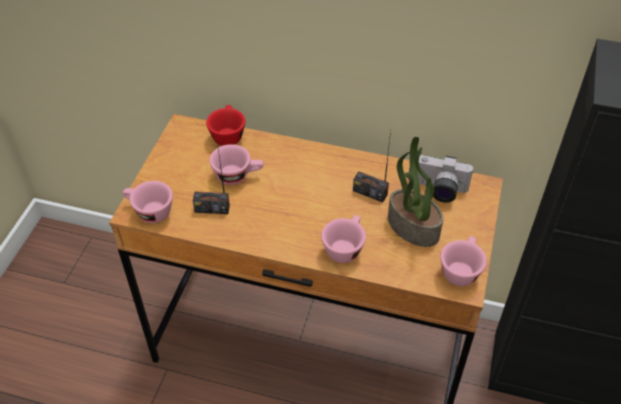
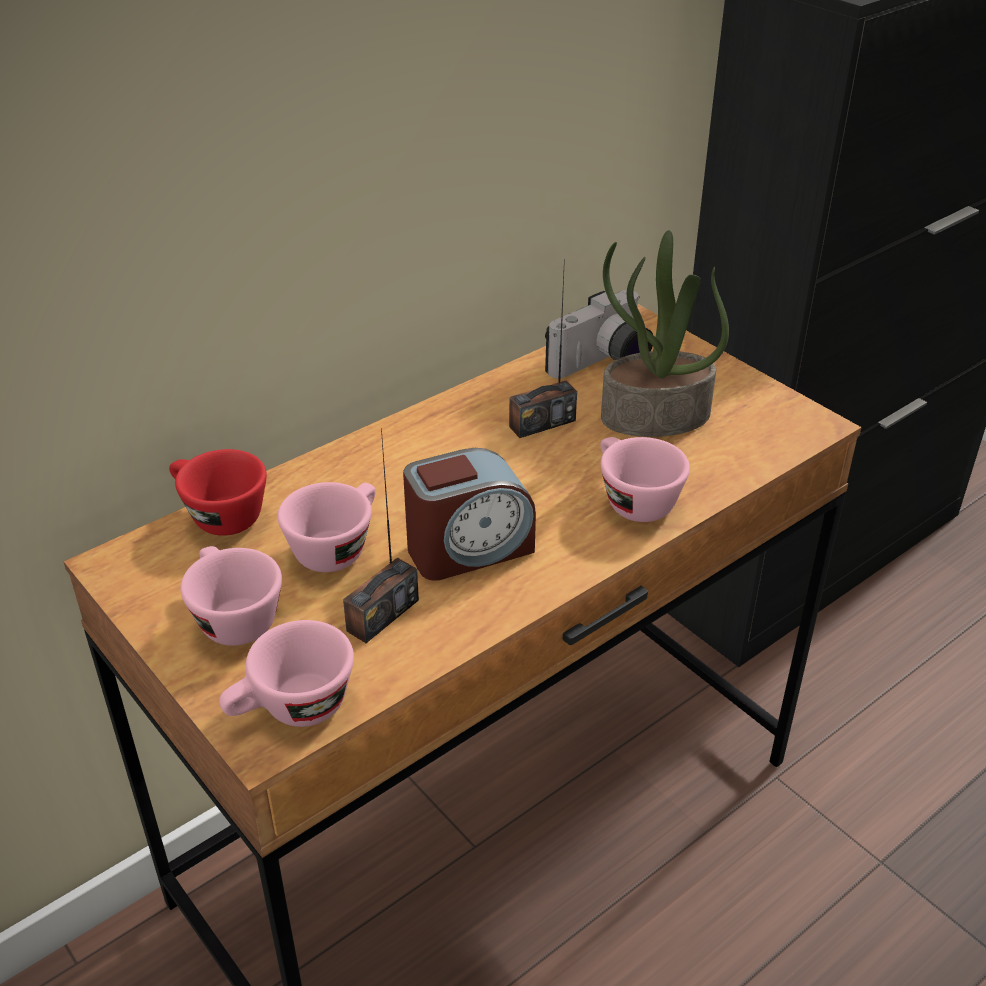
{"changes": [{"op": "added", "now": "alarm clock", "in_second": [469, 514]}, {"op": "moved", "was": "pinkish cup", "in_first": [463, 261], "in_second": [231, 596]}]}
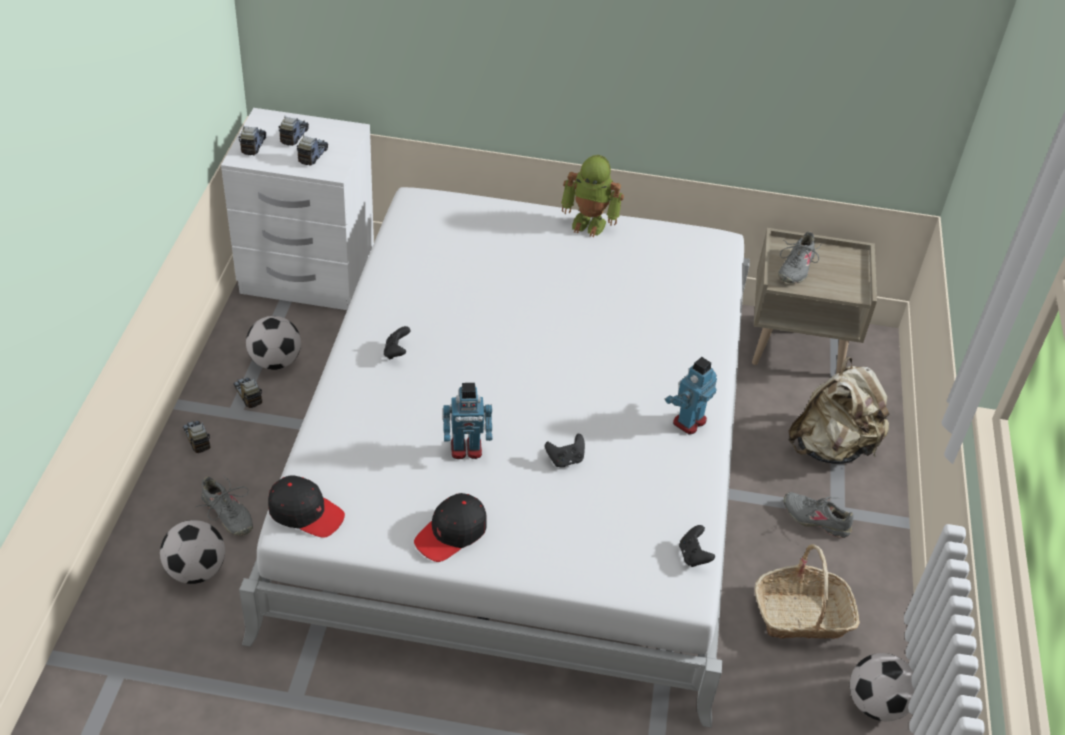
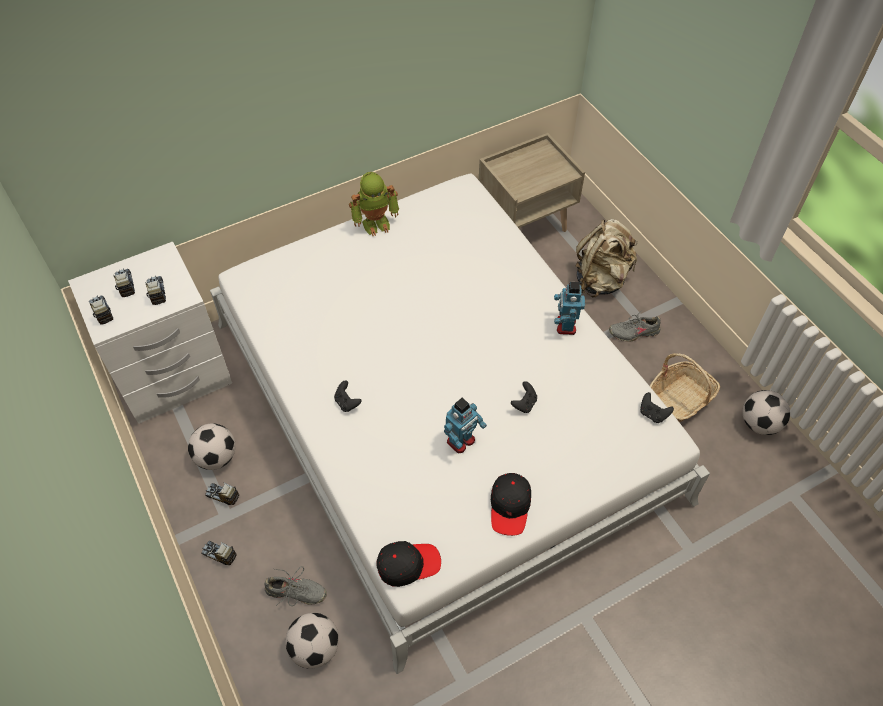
{"changes": [{"op": "removed", "was": "grey item of footwear", "in_first": [800, 257]}]}
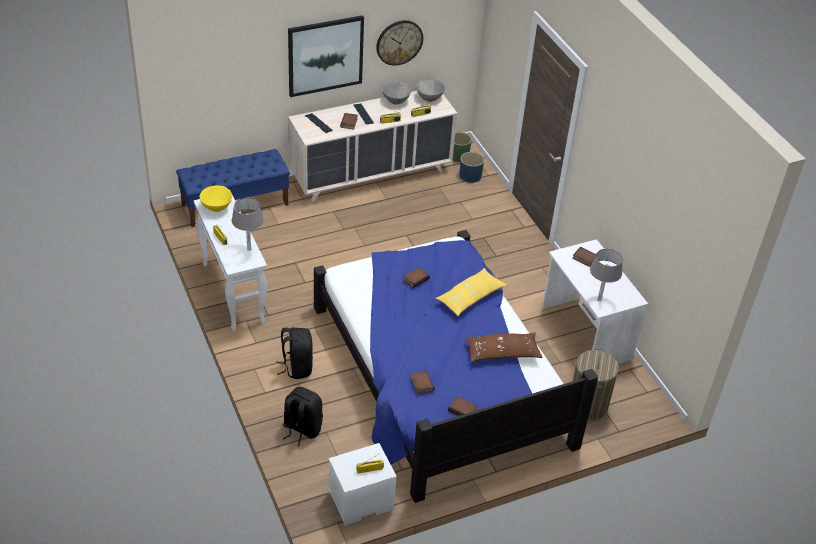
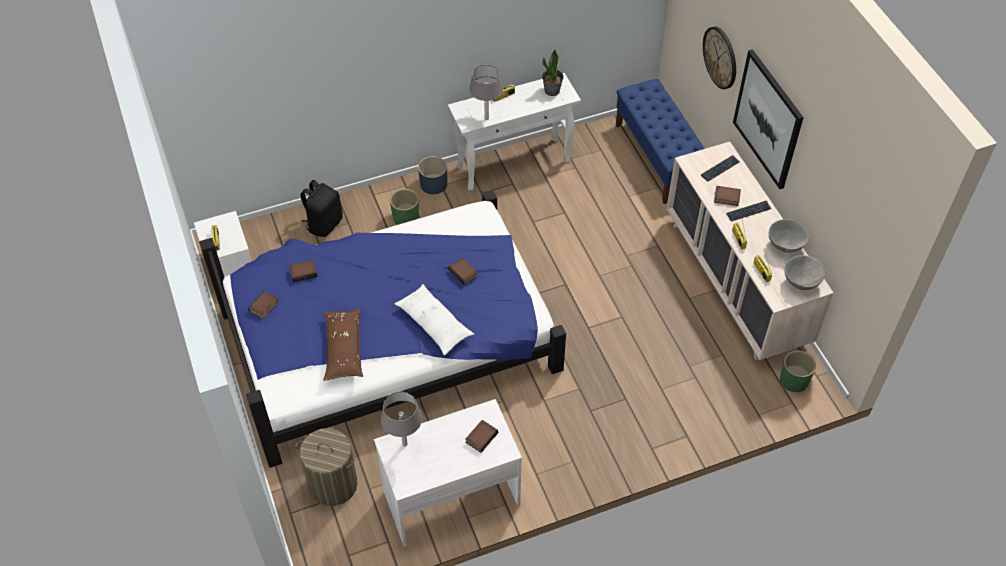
{"changes": [{"op": "moved", "was": "clock on the wall", "in_first": [399, 43], "in_second": [719, 57]}, {"op": "moved", "was": "bluish plant pot", "in_first": [471, 167], "in_second": [432, 175]}, {"op": "replaced", "was": "yellow bowl", "now": "plant in a pot", "in_first": [215, 198], "in_second": [553, 73]}, {"op": "replaced", "was": "black knapsack", "now": "green plant pot", "in_first": [294, 353], "in_second": [404, 207]}, {"op": "recoloured", "was": "yellow pillow", "now": "whitish pillow", "in_first": [471, 292], "in_second": [434, 319]}]}
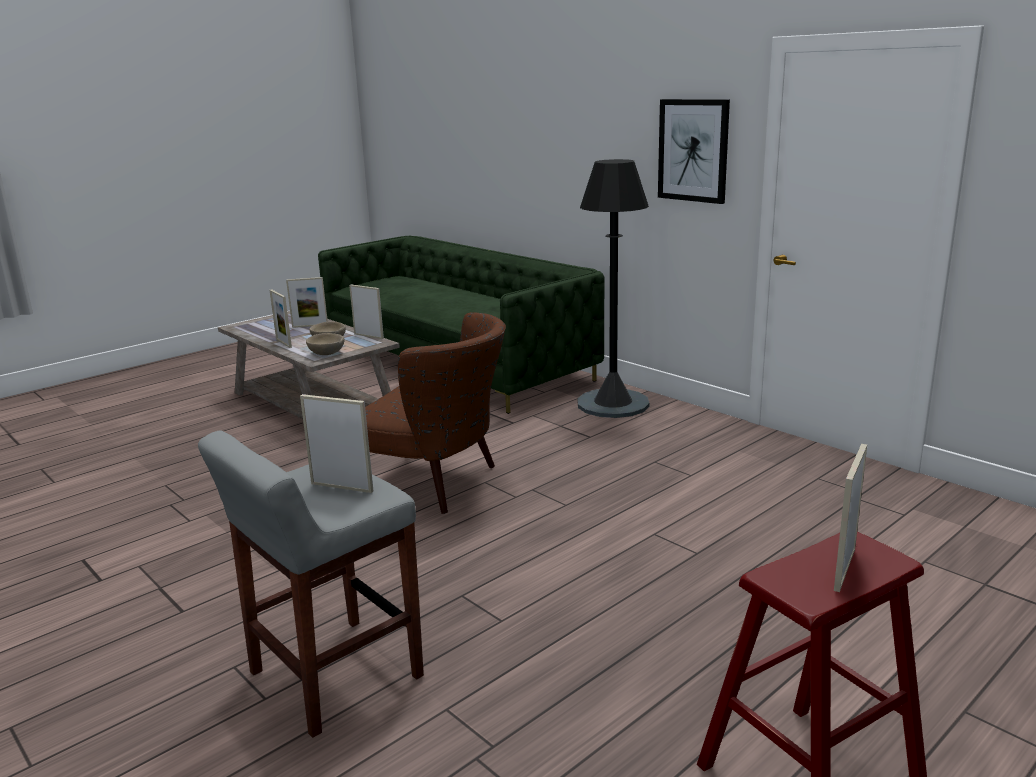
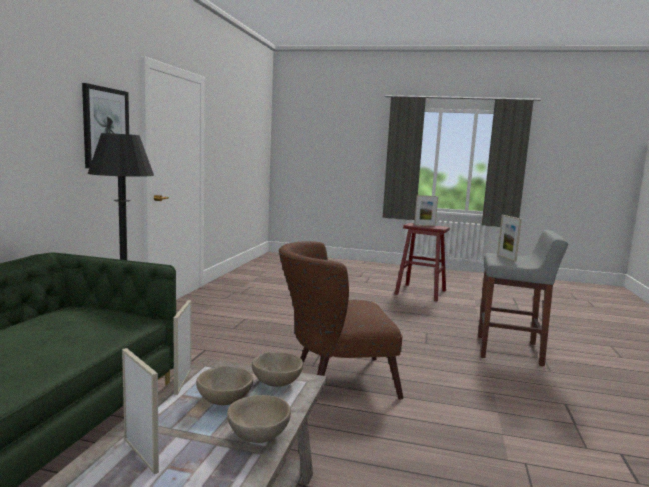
{"changes": [{"op": "replaced", "was": "standing frame", "now": "sand-coloured bowl", "in_first": [281, 318], "in_second": [259, 419]}, {"op": "turned", "was": "brown easy chair", "in_first": [435, 413], "in_second": [340, 321], "clockwise": -90}]}
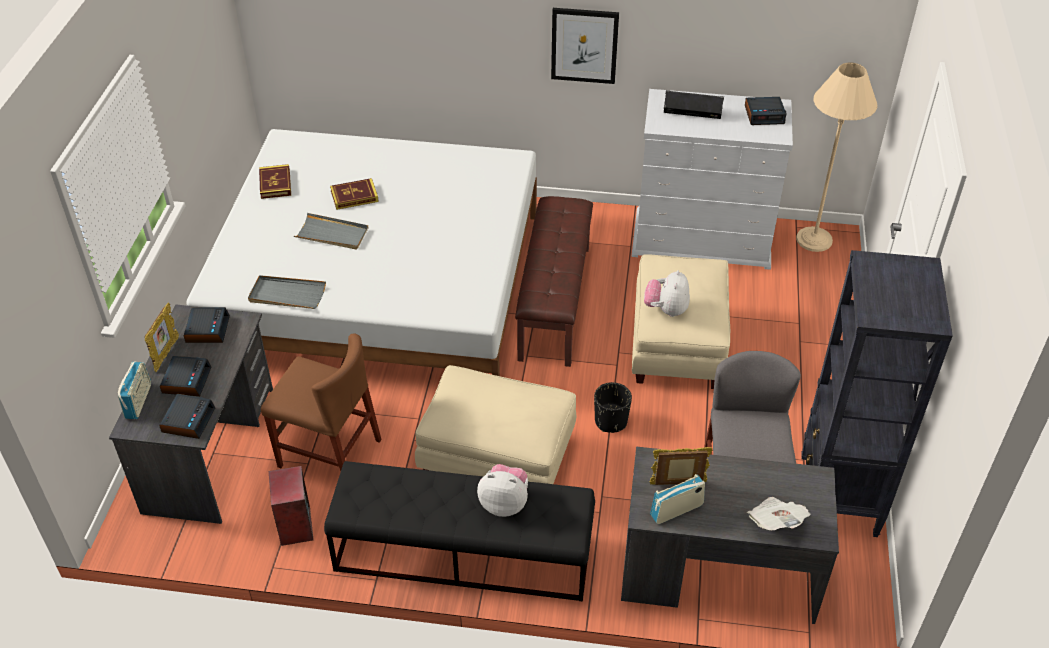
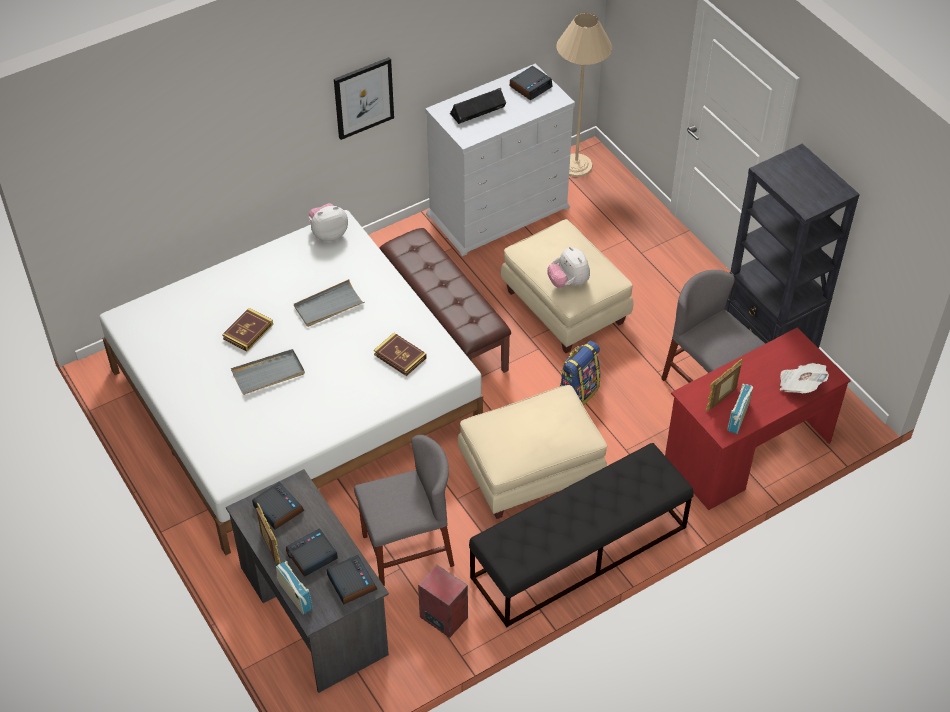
{"changes": [{"op": "moved", "was": "grey carrying tray", "in_first": [287, 292], "in_second": [329, 303]}, {"op": "moved", "was": "volume", "in_first": [275, 181], "in_second": [400, 354]}, {"op": "moved", "was": "cuddly toy", "in_first": [502, 490], "in_second": [328, 222]}, {"op": "replaced", "was": "black plant pot", "now": "knapsack", "in_first": [613, 407], "in_second": [580, 373]}, {"op": "recoloured", "was": "brown upright chair", "now": "grey upright chair", "in_first": [321, 402], "in_second": [404, 510]}, {"op": "recoloured", "was": "grey desk table", "now": "reddish desk table", "in_first": [730, 535], "in_second": [758, 418]}, {"op": "turned", "was": "alarm clock", "in_first": [185, 376], "in_second": [312, 552], "clockwise": -90}]}
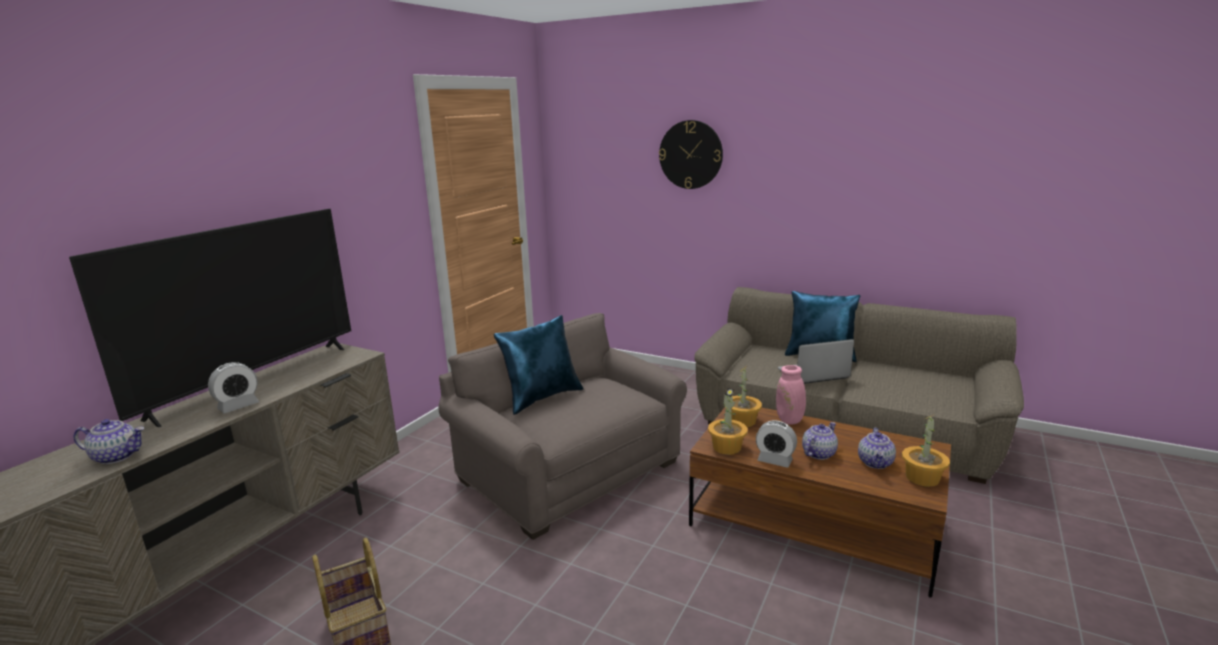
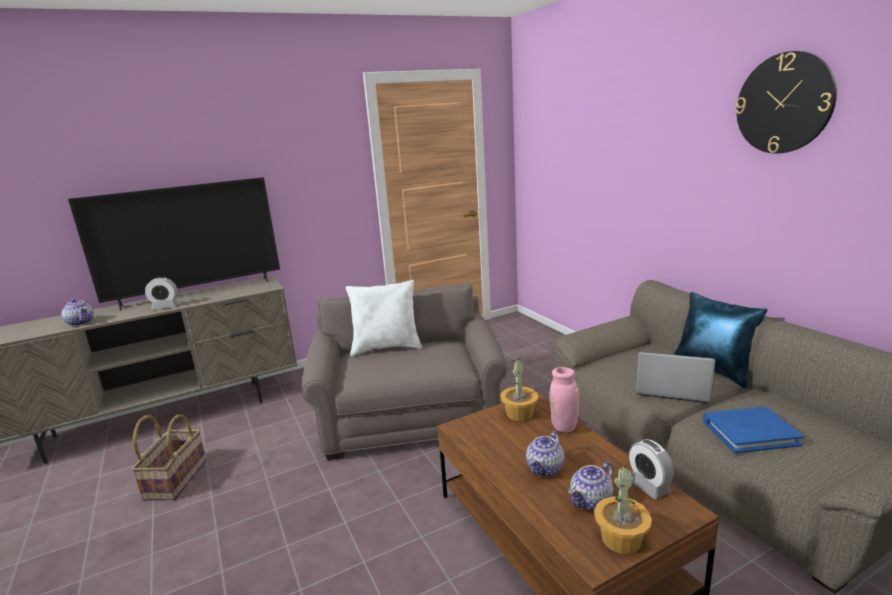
{"changes": [{"op": "removed", "was": "plant in a pot", "in_first": [728, 421]}, {"op": "added", "now": "bluish volume", "in_second": [753, 430]}, {"op": "moved", "was": "clock on the wall", "in_first": [691, 154], "in_second": [786, 102]}, {"op": "moved", "was": "alarm clock", "in_first": [776, 444], "in_second": [651, 469]}, {"op": "recoloured", "was": "bluish pillow", "now": "whitish pillow", "in_first": [539, 365], "in_second": [384, 318]}, {"op": "turned", "was": "pot for tea", "in_first": [820, 441], "in_second": [545, 454], "clockwise": 135}]}
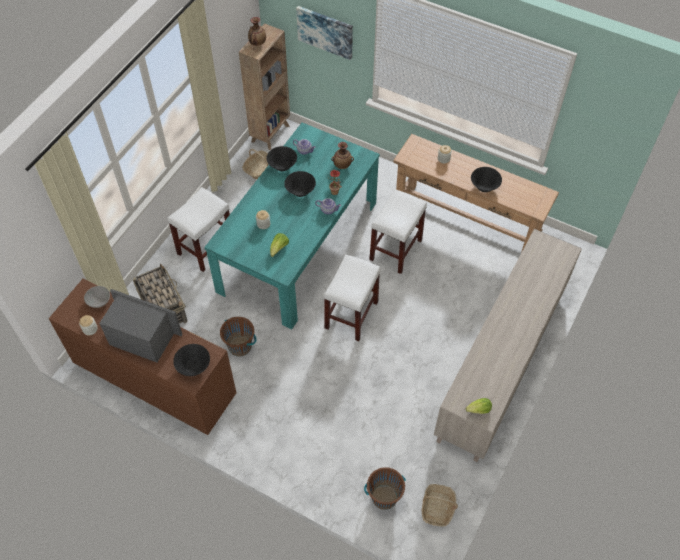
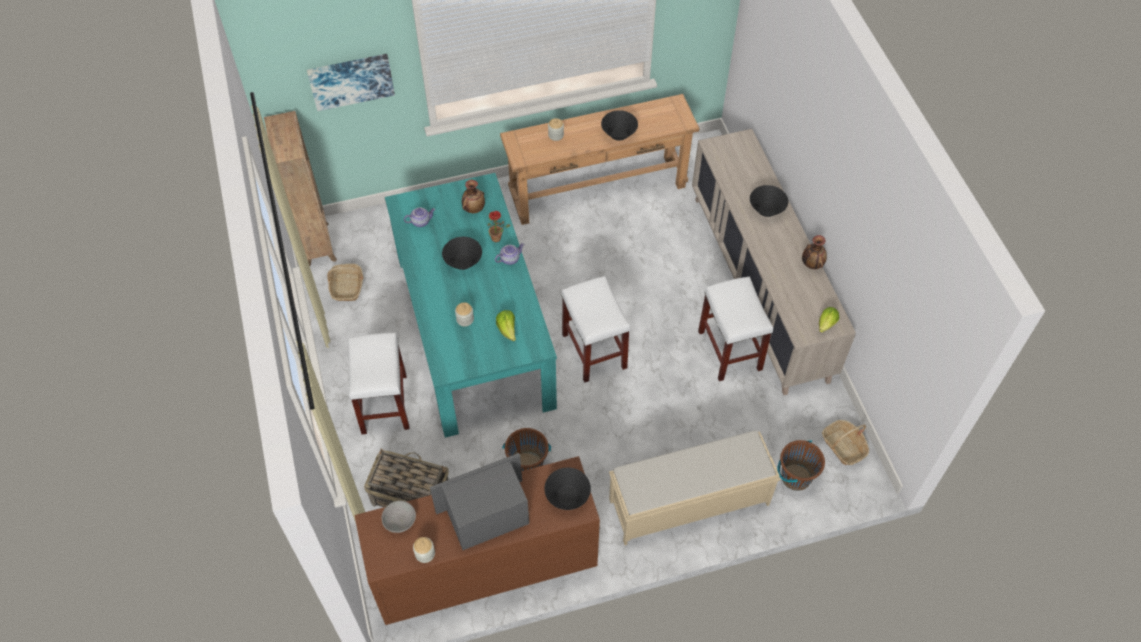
{"changes": [{"op": "added", "now": "sand-coloured long seat", "in_second": [695, 488]}, {"op": "moved", "was": "decorative vase", "in_first": [257, 31], "in_second": [814, 252]}, {"op": "moved", "was": "black bowl", "in_first": [281, 158], "in_second": [769, 201]}, {"op": "moved", "was": "whitish sitting stool", "in_first": [398, 231], "in_second": [735, 328]}]}
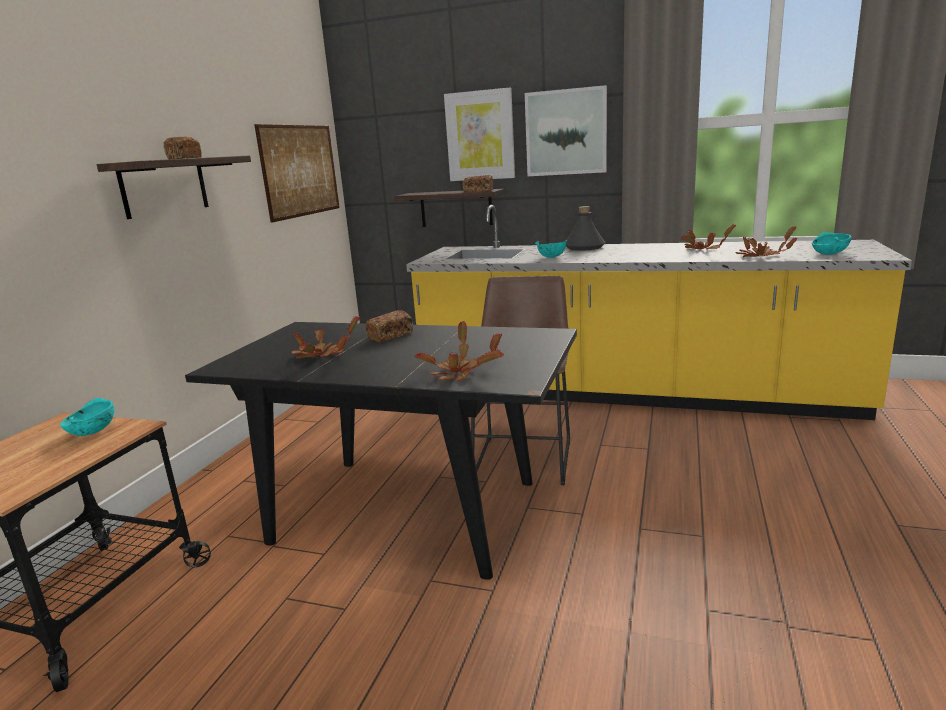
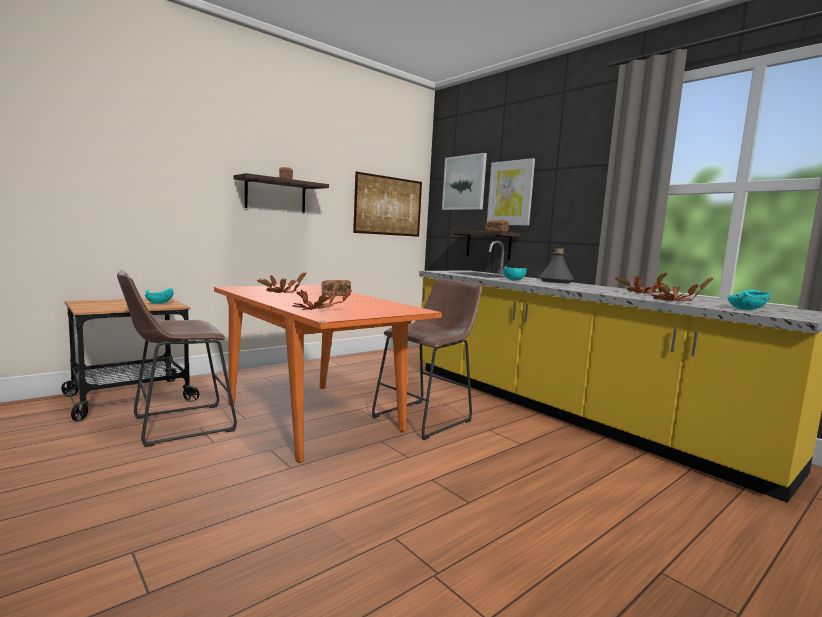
{"changes": [{"op": "added", "now": "brown sitting stool", "in_second": [177, 358]}, {"op": "moved", "was": "wall picture", "in_first": [566, 130], "in_second": [464, 181]}, {"op": "recoloured", "was": "black dining table", "now": "orangey dining table", "in_first": [381, 451], "in_second": [328, 374]}]}
